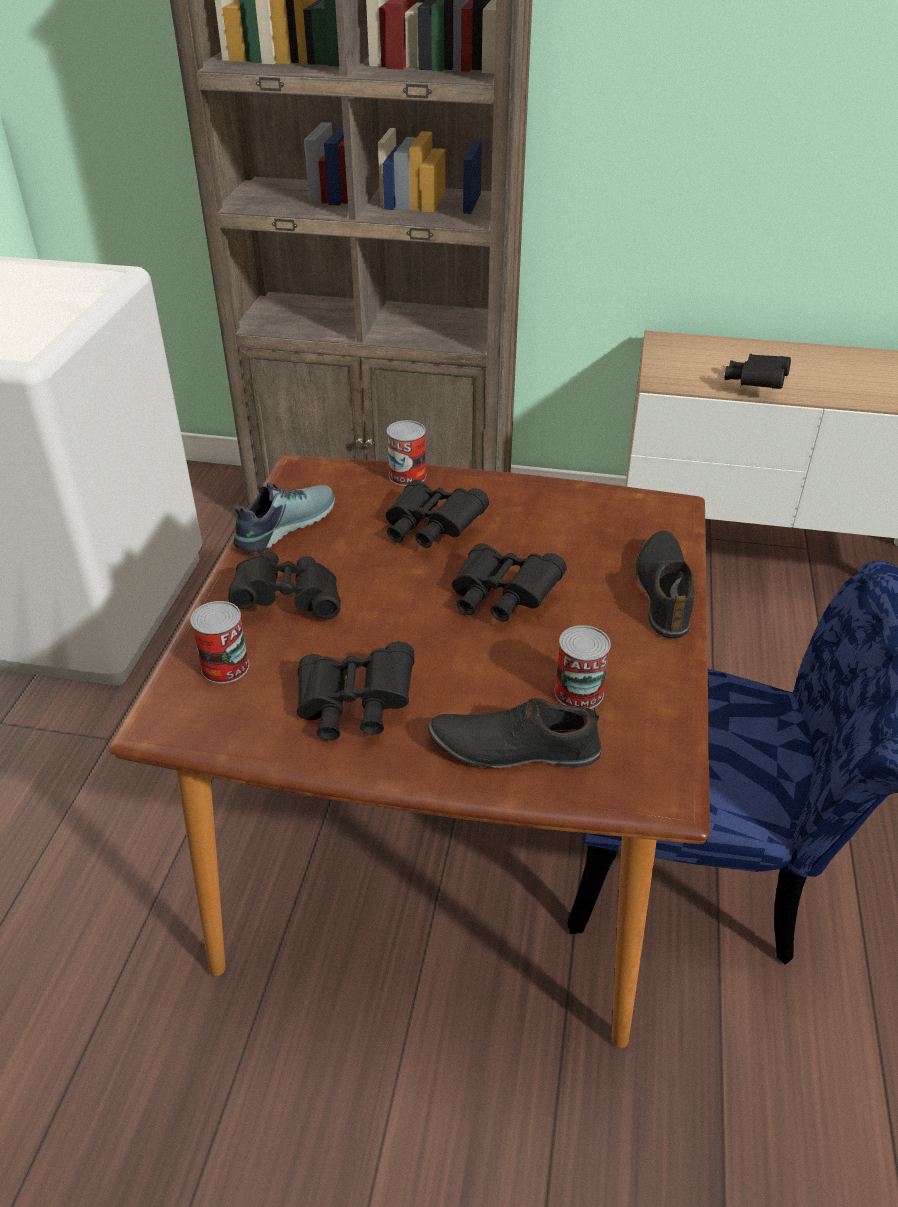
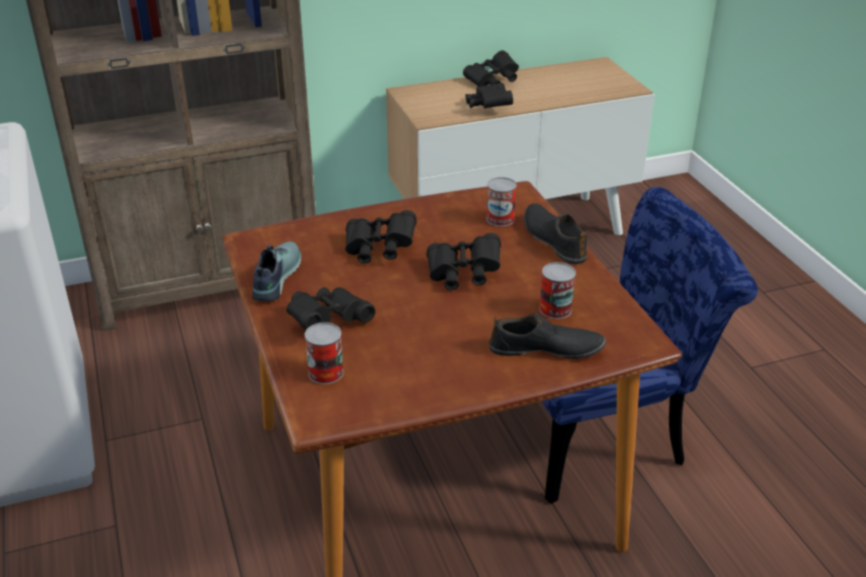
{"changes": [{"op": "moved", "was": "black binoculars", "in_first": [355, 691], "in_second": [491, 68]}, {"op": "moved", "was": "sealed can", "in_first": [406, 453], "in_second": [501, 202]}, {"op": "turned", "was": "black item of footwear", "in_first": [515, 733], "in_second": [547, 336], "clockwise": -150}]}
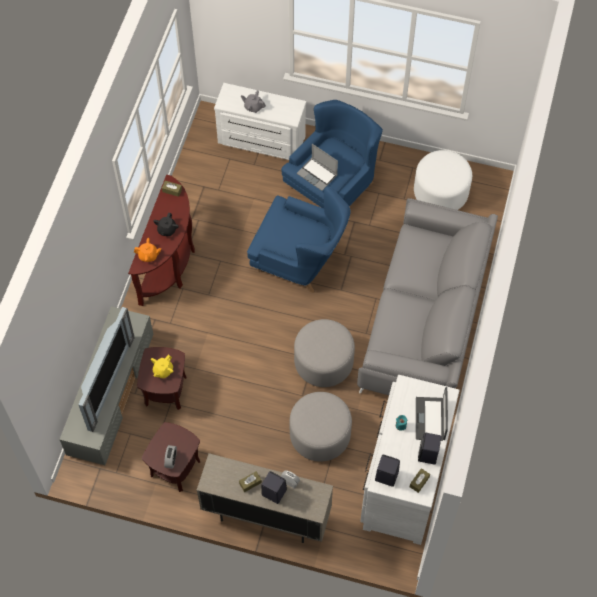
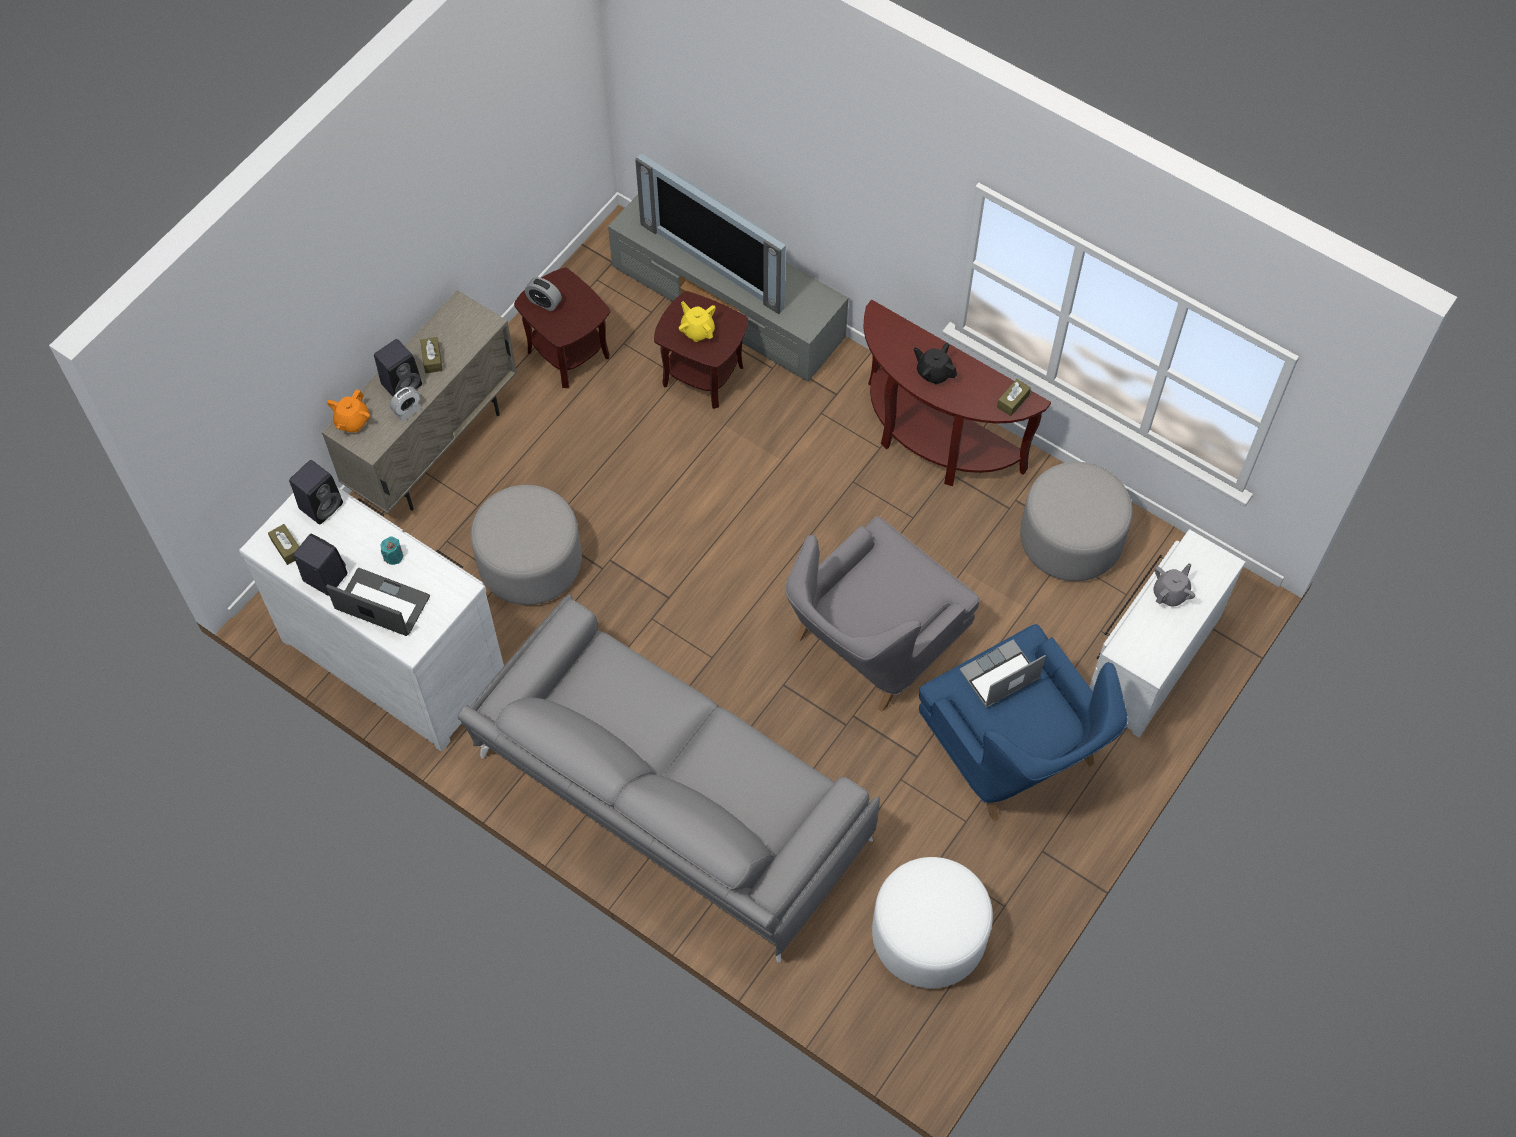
{"changes": [{"op": "moved", "was": "orangey pot for tea", "in_first": [147, 250], "in_second": [348, 410]}, {"op": "moved", "was": "grey pouffe", "in_first": [324, 353], "in_second": [1076, 521]}, {"op": "recoloured", "was": "bluish easy chair", "now": "grey easy chair", "in_first": [299, 239], "in_second": [882, 614]}]}
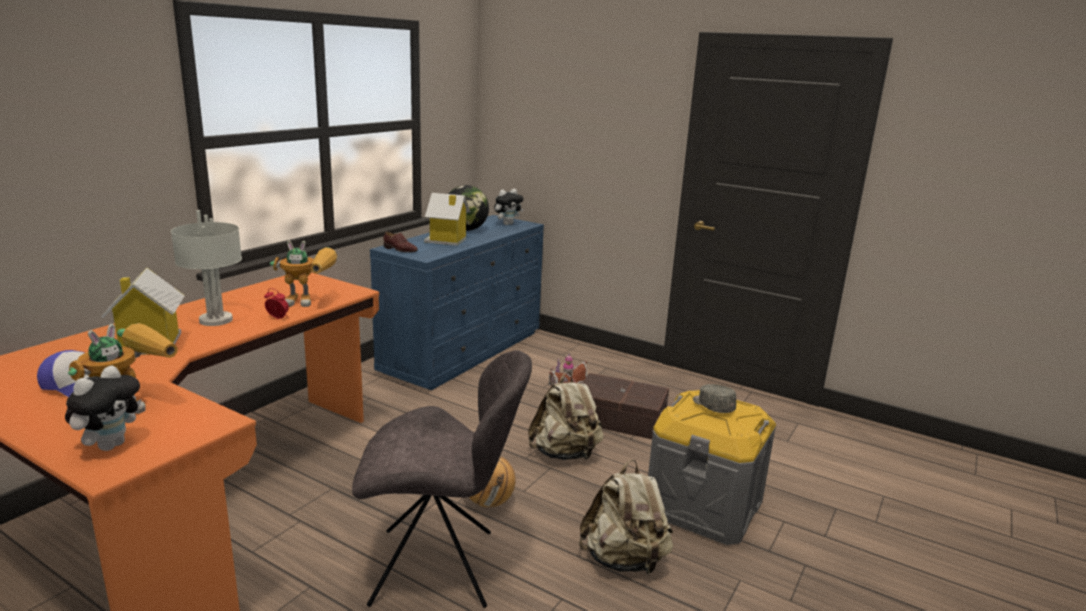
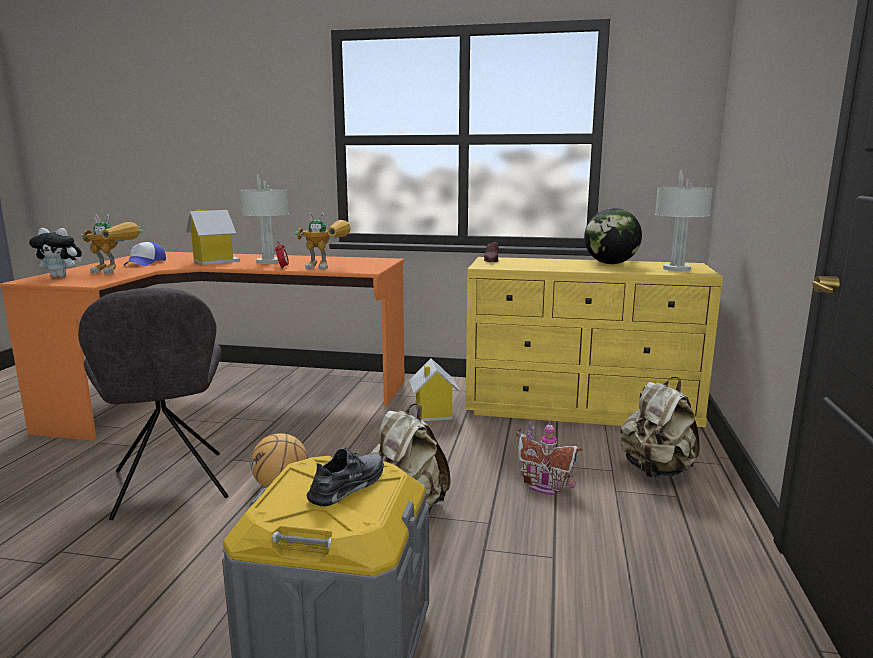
{"changes": [{"op": "removed", "was": "brown storage container", "in_first": [625, 406]}, {"op": "moved", "was": "model house", "in_first": [447, 219], "in_second": [434, 389]}, {"op": "moved", "was": "sand-coloured knapsack", "in_first": [626, 518], "in_second": [660, 427]}, {"op": "replaced", "was": "cuddly toy", "now": "grey table lamp", "in_first": [508, 207], "in_second": [684, 220]}, {"op": "replaced", "was": "grey cap", "now": "grey item of footwear", "in_first": [714, 398], "in_second": [345, 476]}, {"op": "recoloured", "was": "bluish drawer chest", "now": "yellow drawer chest", "in_first": [457, 302], "in_second": [594, 342]}, {"op": "turned", "was": "toy robot", "in_first": [303, 274], "in_second": [323, 241], "clockwise": -60}]}
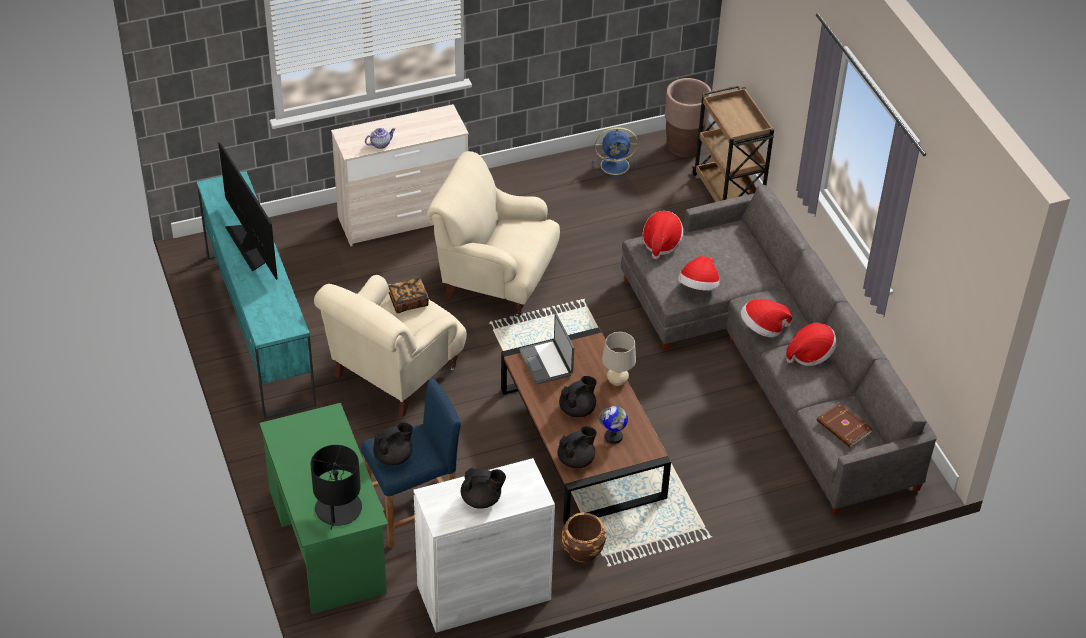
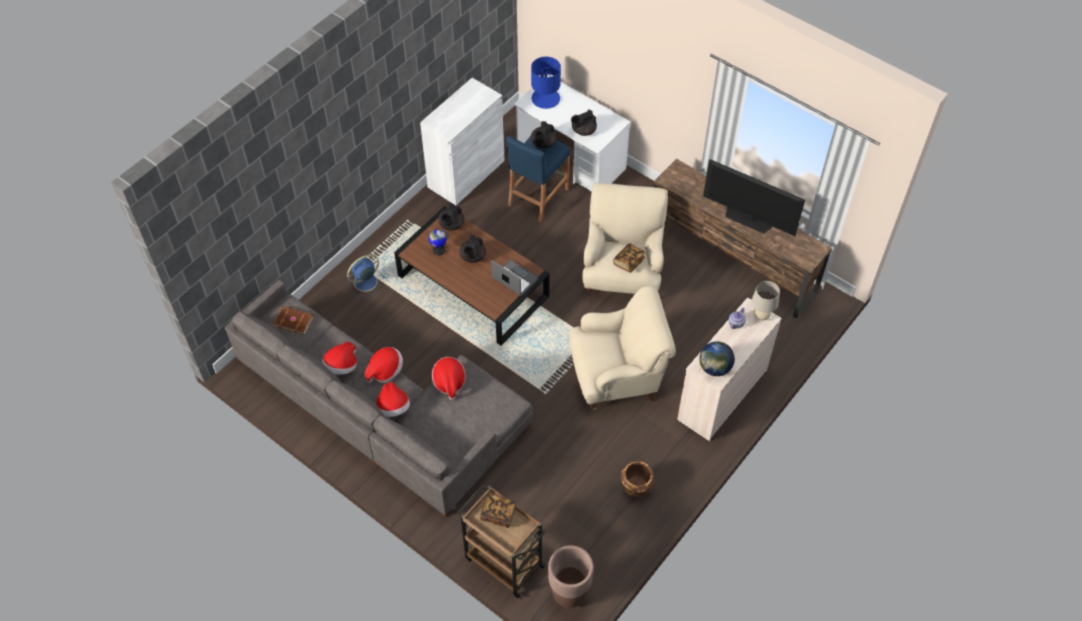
{"changes": [{"op": "added", "now": "volume", "in_second": [498, 511]}, {"op": "added", "now": "world globe", "in_second": [717, 358]}, {"op": "moved", "was": "black pot for tea", "in_first": [483, 488], "in_second": [584, 123]}, {"op": "moved", "was": "brown plant pot", "in_first": [584, 537], "in_second": [637, 479]}, {"op": "moved", "was": "bluish fan", "in_first": [615, 153], "in_second": [366, 276]}, {"op": "moved", "was": "sand-coloured table lamp", "in_first": [619, 359], "in_second": [766, 300]}, {"op": "moved", "was": "wearable hat", "in_first": [663, 235], "in_second": [393, 399]}, {"op": "recoloured", "was": "turquoise media console", "now": "brown media console", "in_first": [256, 295], "in_second": [743, 239]}, {"op": "recoloured", "was": "green desk table", "now": "whitish desk table", "in_first": [323, 508], "in_second": [572, 133]}, {"op": "recoloured", "was": "black table lamp", "now": "bluish table lamp", "in_first": [336, 487], "in_second": [546, 83]}]}
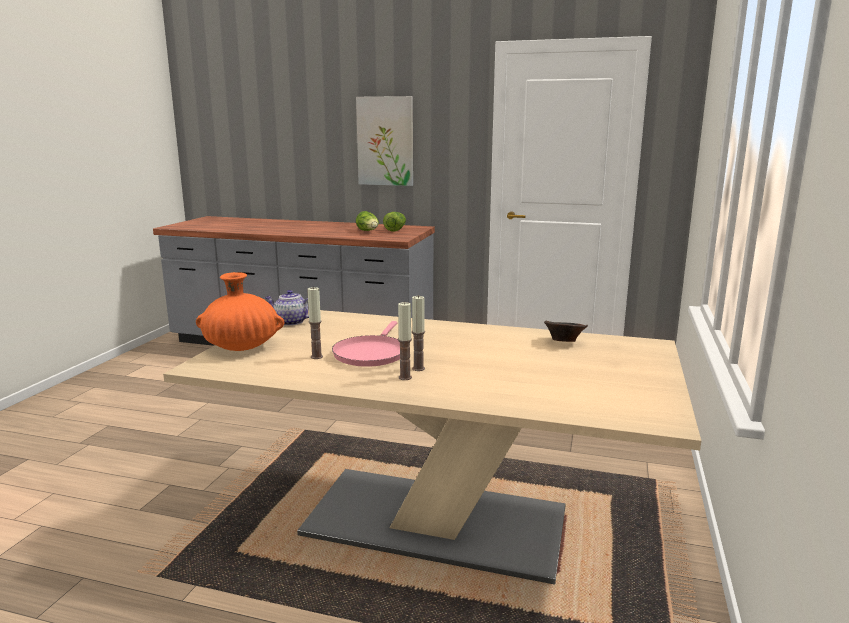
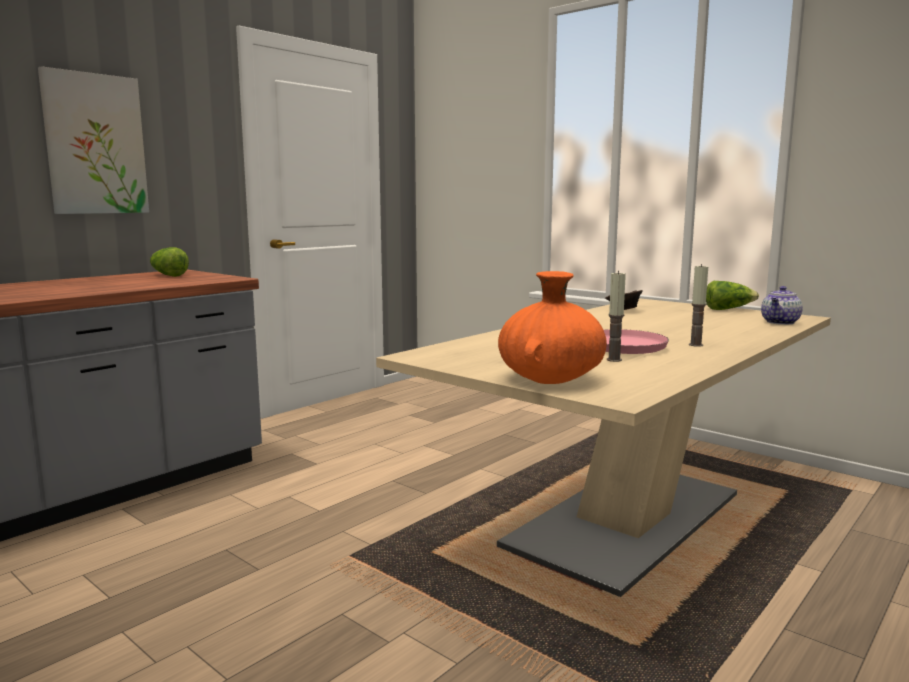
{"changes": [{"op": "removed", "was": "candle", "in_first": [418, 333]}, {"op": "moved", "was": "pot for tea", "in_first": [287, 308], "in_second": [782, 305]}, {"op": "moved", "was": "lettuce", "in_first": [367, 221], "in_second": [732, 295]}]}
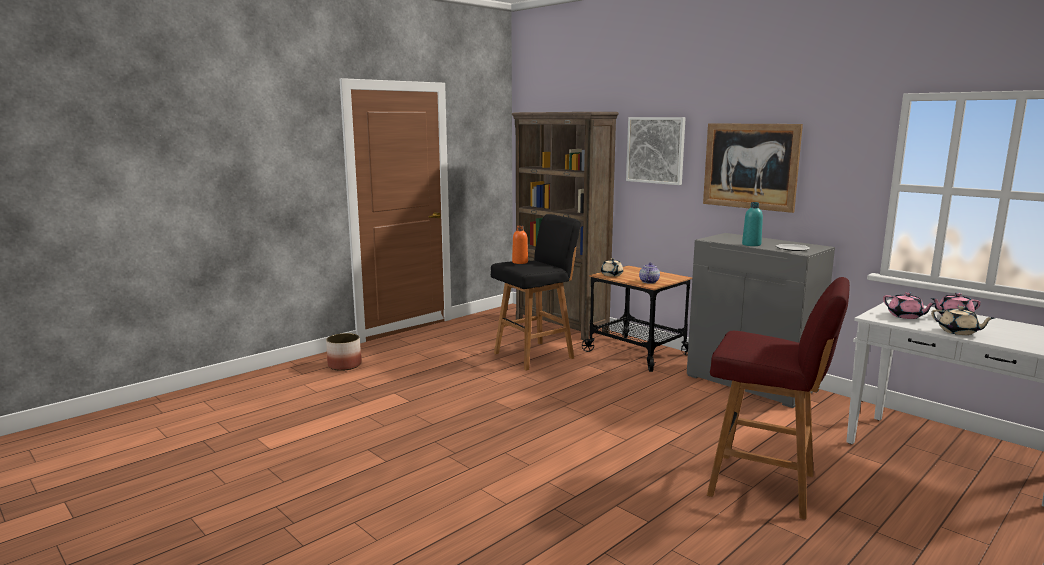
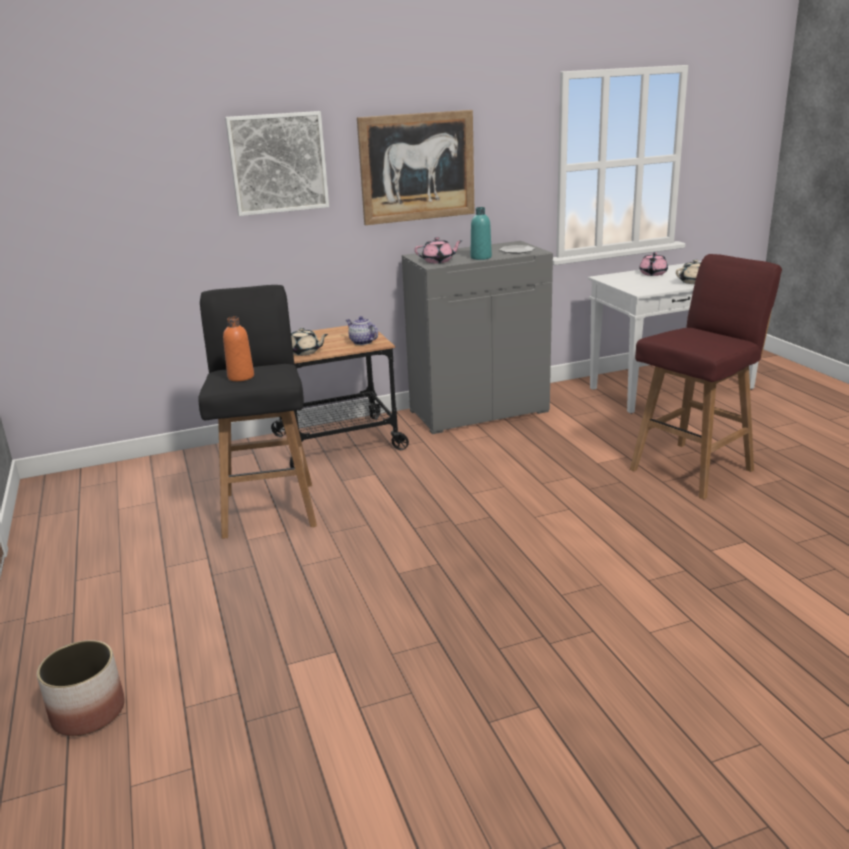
{"changes": [{"op": "removed", "was": "brown bookshelf", "in_first": [565, 226]}, {"op": "moved", "was": "pinkish pot for tea", "in_first": [910, 305], "in_second": [438, 250]}]}
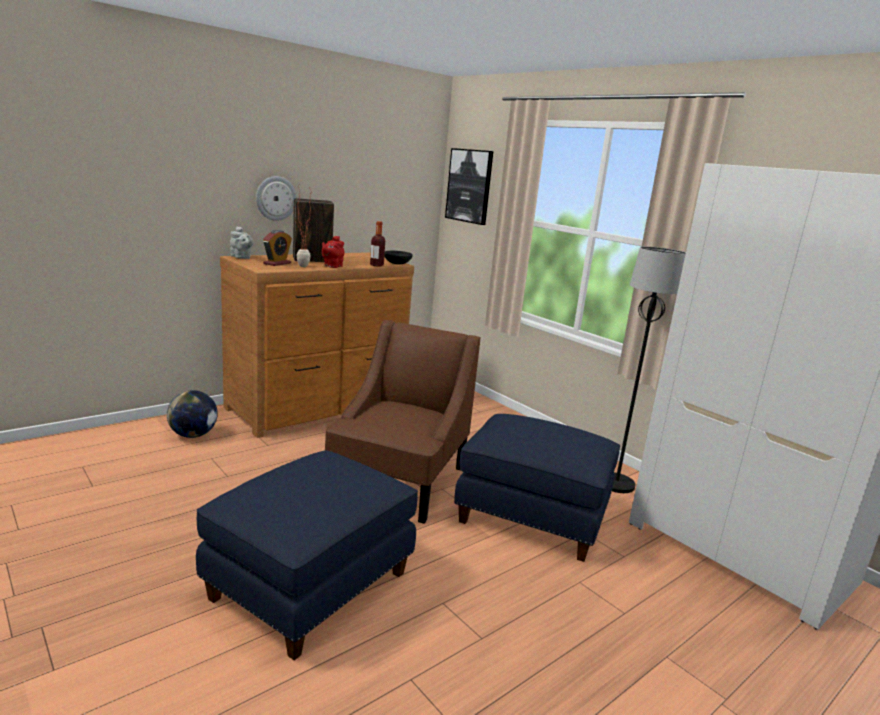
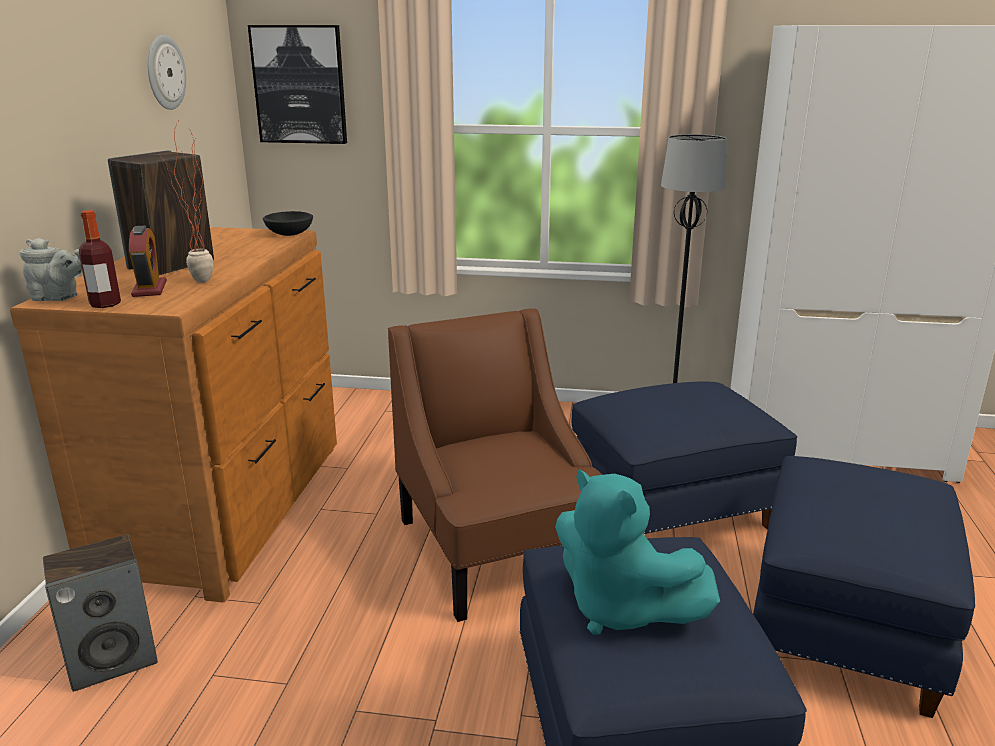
{"changes": [{"op": "removed", "was": "reddish pot for tea", "in_first": [333, 252]}, {"op": "added", "now": "turquoise cuddly toy", "in_second": [637, 552]}, {"op": "added", "now": "bluish pouffe", "in_second": [864, 587]}, {"op": "moved", "was": "clock on the wall", "in_first": [276, 198], "in_second": [167, 72]}, {"op": "moved", "was": "beverage bottle", "in_first": [377, 244], "in_second": [100, 259]}, {"op": "replaced", "was": "world globe", "now": "speaker", "in_first": [192, 414], "in_second": [100, 613]}]}
